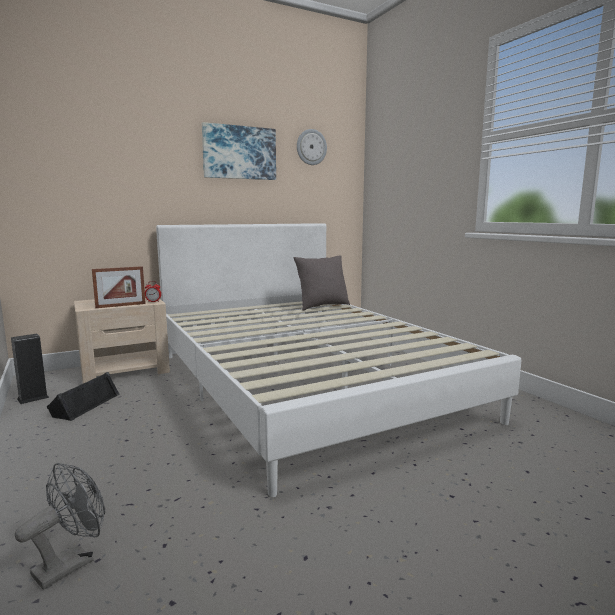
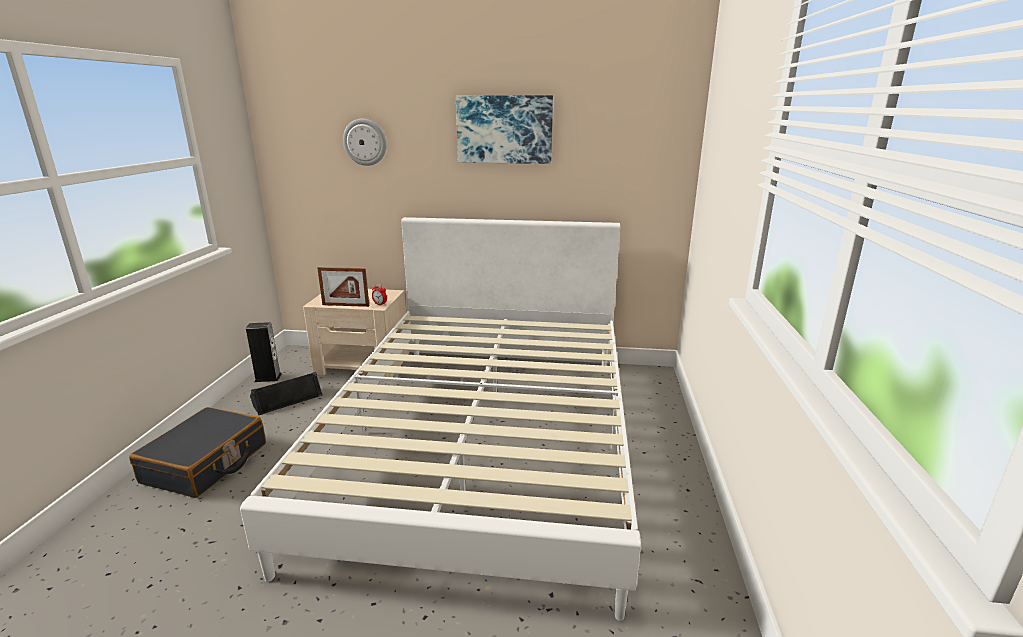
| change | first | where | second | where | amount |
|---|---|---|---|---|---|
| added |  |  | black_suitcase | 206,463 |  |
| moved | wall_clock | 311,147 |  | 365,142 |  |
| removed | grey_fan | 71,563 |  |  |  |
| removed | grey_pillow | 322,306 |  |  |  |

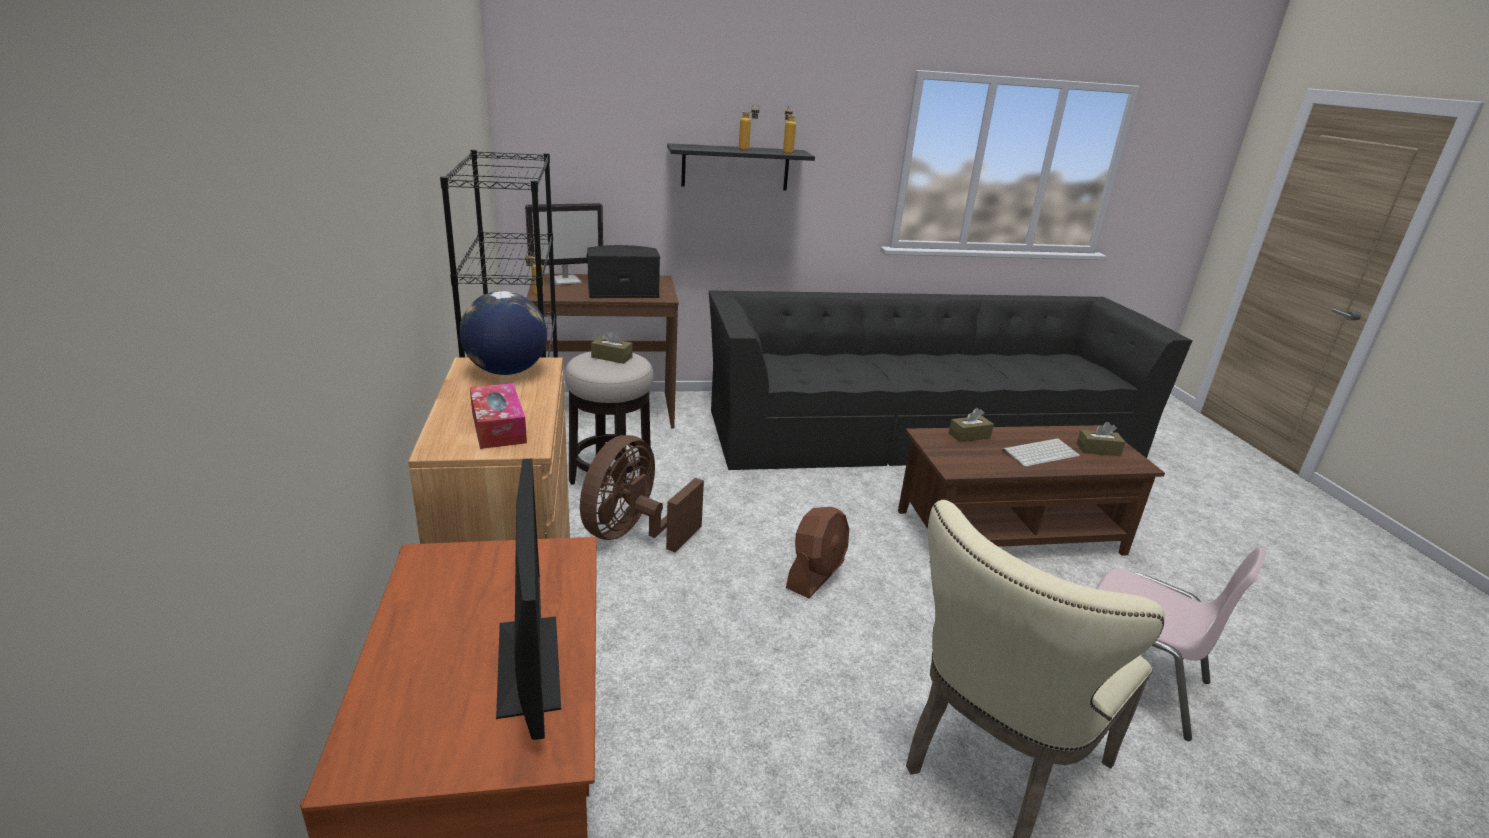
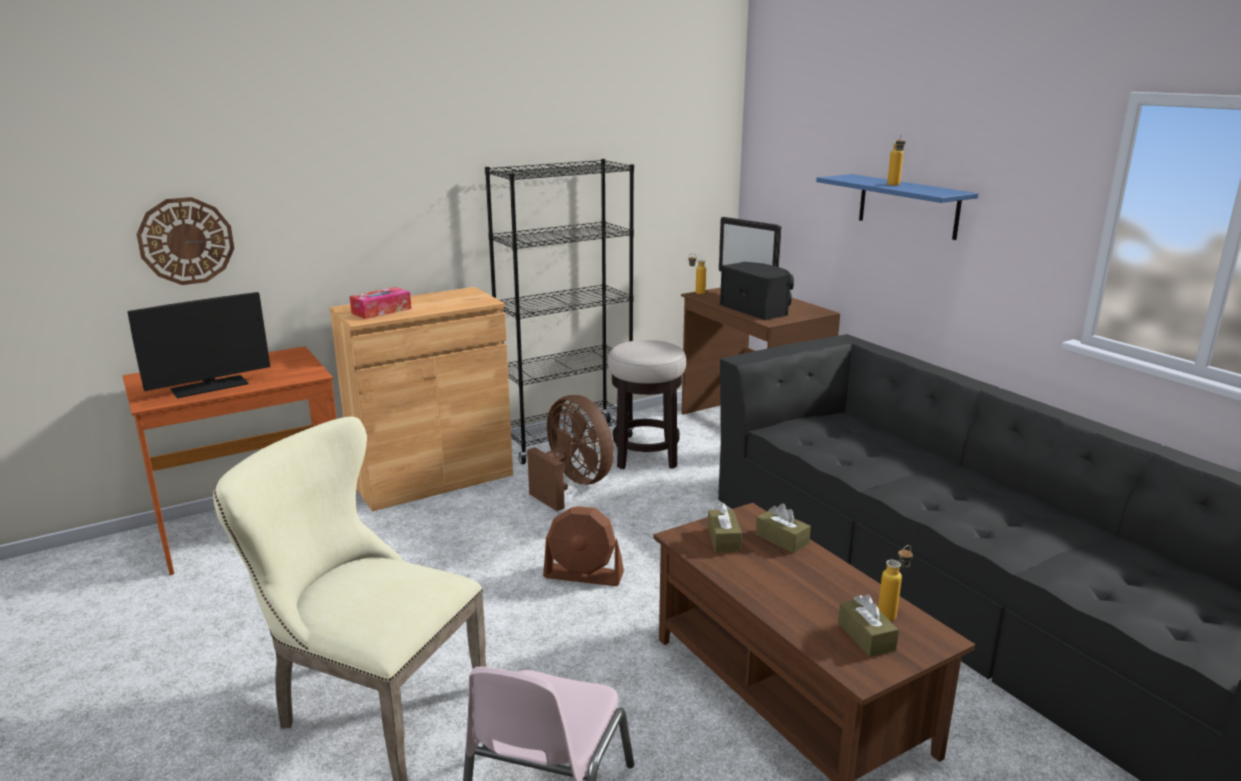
| change | first | where | second | where | amount |
|---|---|---|---|---|---|
| added |  |  | wall_clock | 186,241 |  |
| turned | brown_fan | 633,534 |  | 572,485 | 45 degrees clockwise |
| moved | brown_tissue_box | 612,357 |  | 723,539 |  |
| recoloured | black_shelf | 735,167 | blue_shelf | 908,206 |  |
| moved | bottle | 786,152 |  | 891,614 |  |
| removed | globe | 506,371 |  |  |  |
| removed | keyboard | 1040,452 |  |  |  |

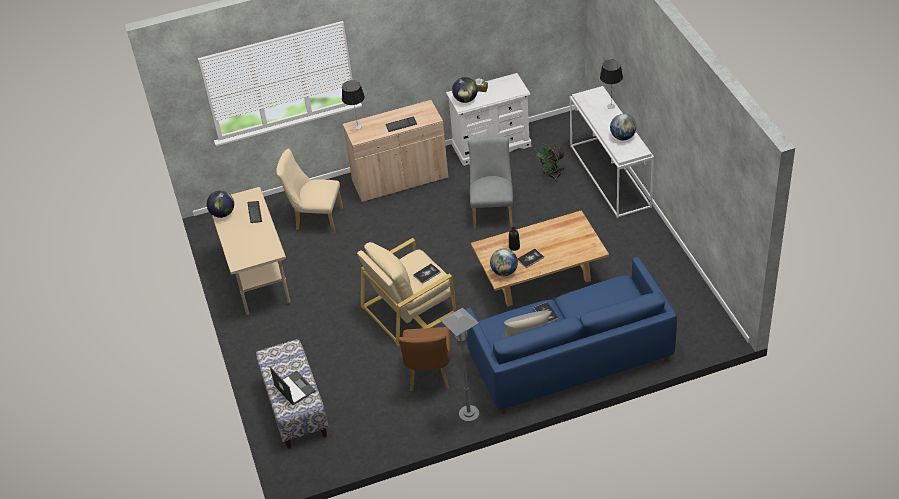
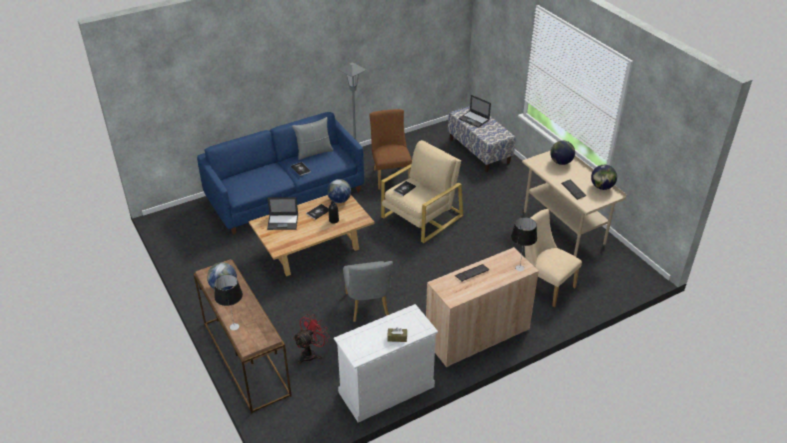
| change | first | where | second | where | amount |
|---|---|---|---|---|---|
| recoloured | white_console_table | 611,176 | brown_console_table | 244,358 |  |
| added |  |  | laptop | 283,222 |  |
| recoloured | green_fan | 551,176 | red_fan | 311,353 |  |
| turned | beige_chair | 315,219 |  | 544,285 | 135 degrees counterclockwise |
| moved | globe | 465,100 |  | 561,162 |  |

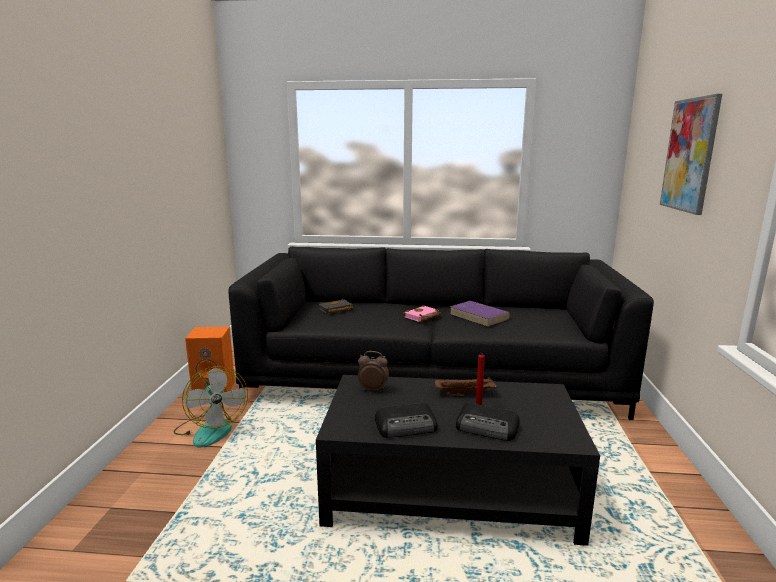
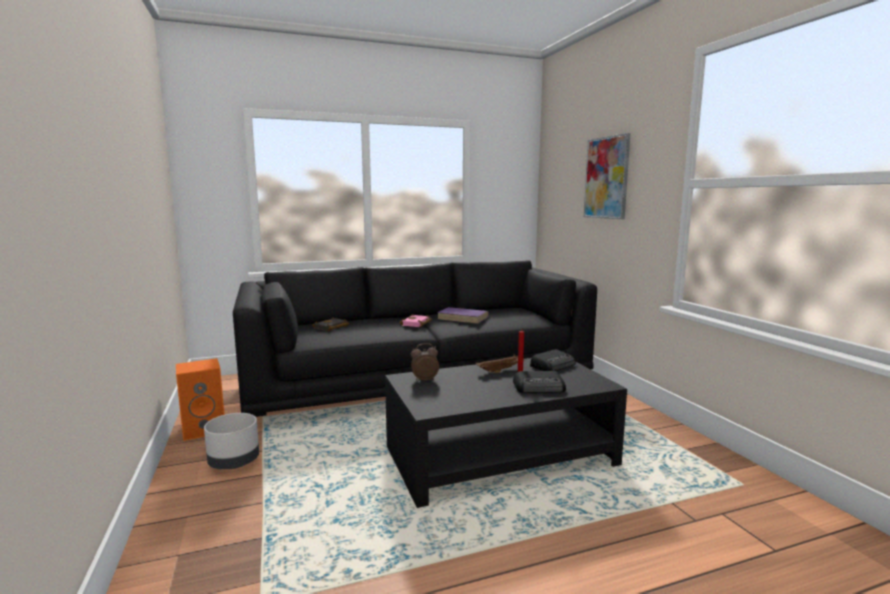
| change | first | where | second | where | amount |
|---|---|---|---|---|---|
| replaced | fan | 211,429 | grey_planter | 234,463 |  |
| moved | radio | 407,426 |  | 553,365 |  |

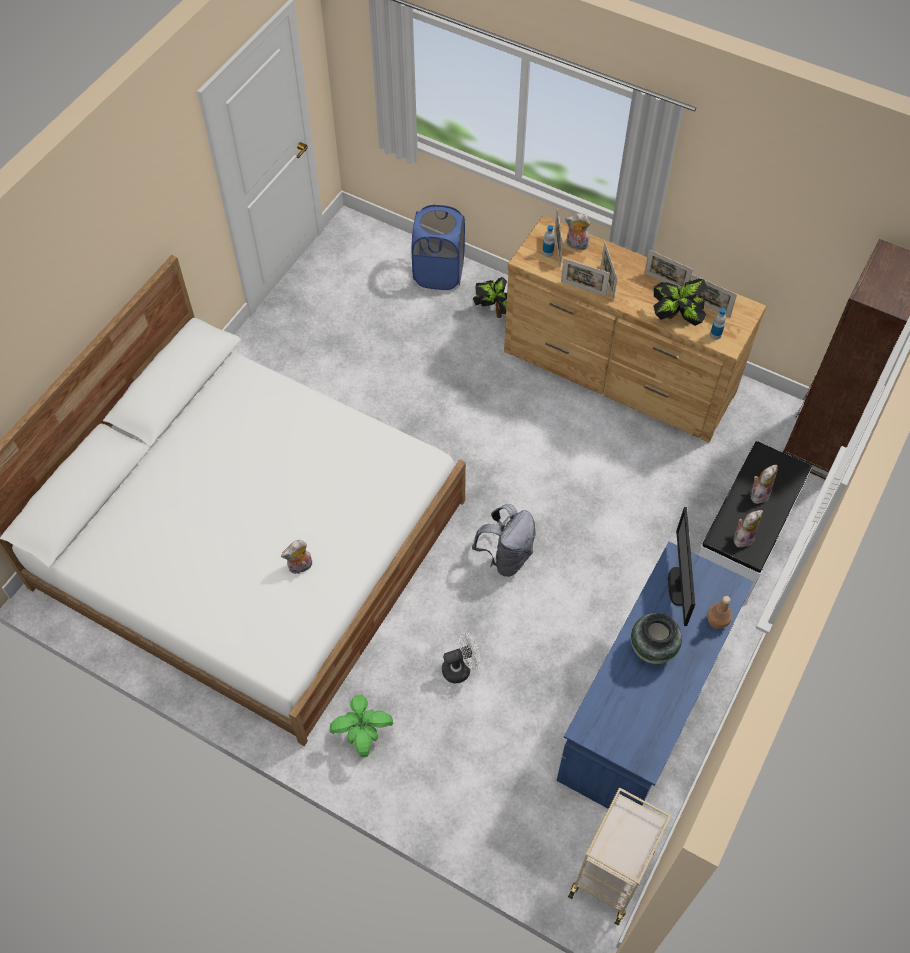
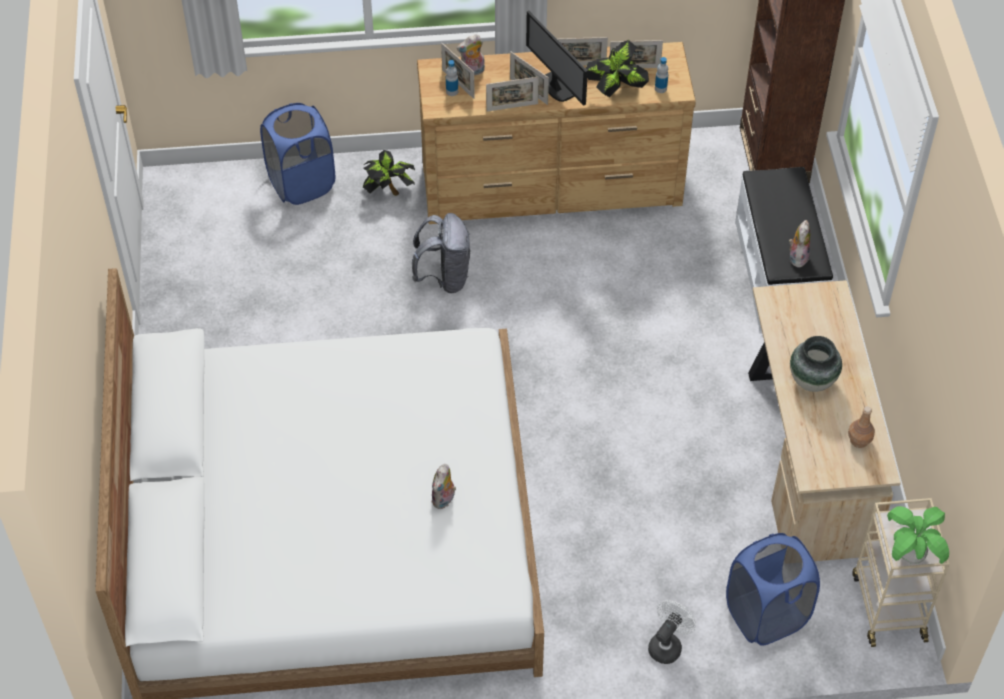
| change | first | where | second | where | amount |
|---|---|---|---|---|---|
| moved | grey_backpack | 506,557 |  | 444,277 |  |
| moved | monitor | 678,586 |  | 555,88 |  |
| moved | white_fan | 460,668 |  | 667,645 |  |
| added |  |  | blue_laundry_basket | 766,615 |  |
| recoloured | blue_desk | 645,705 | beige_desk | 807,457 |  |
| moved | brown_bottle | 717,621 |  | 859,440 |  |
| moved | potted_plant | 363,737 |  | 911,556 |  |
| removed | plush_toy | 759,493 |  |  |  |

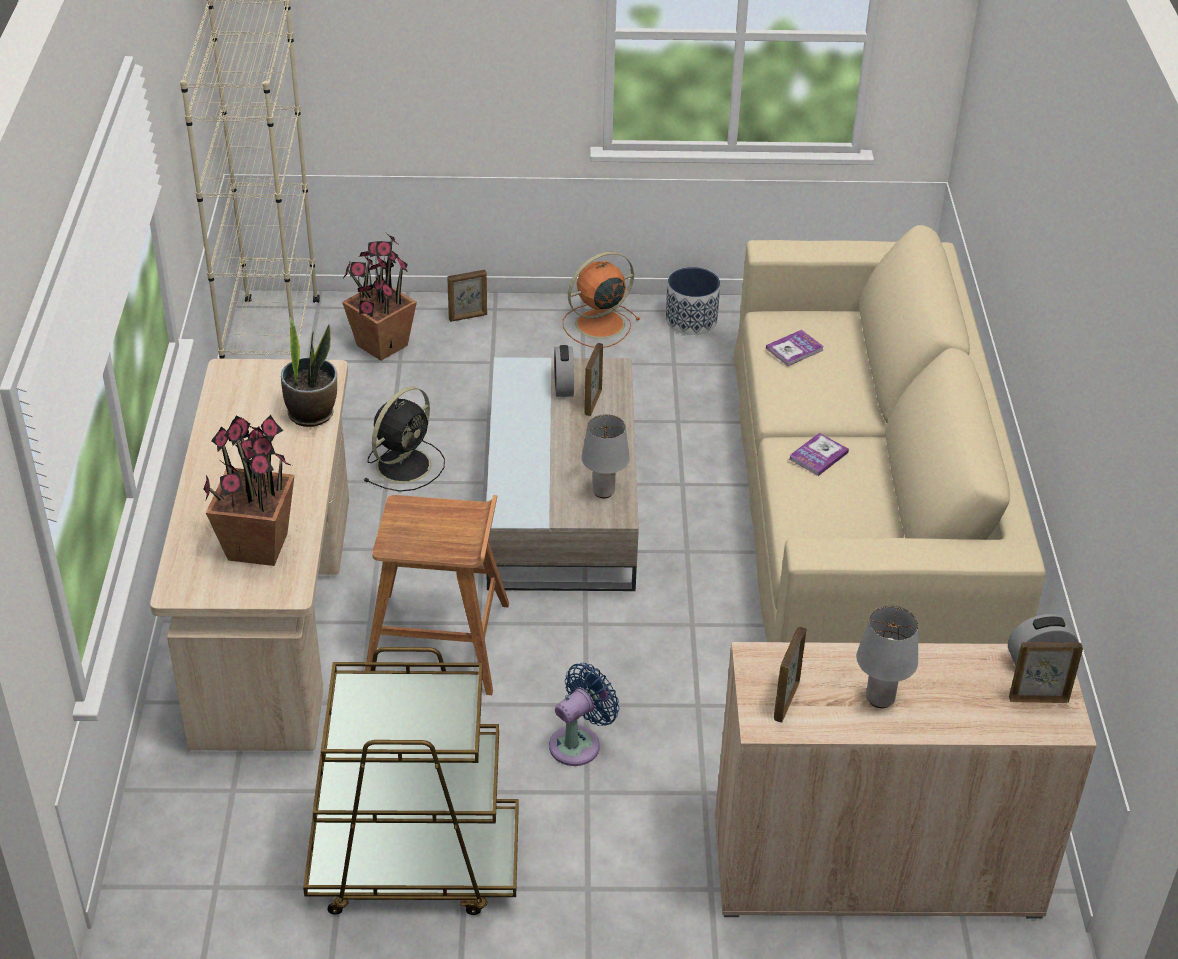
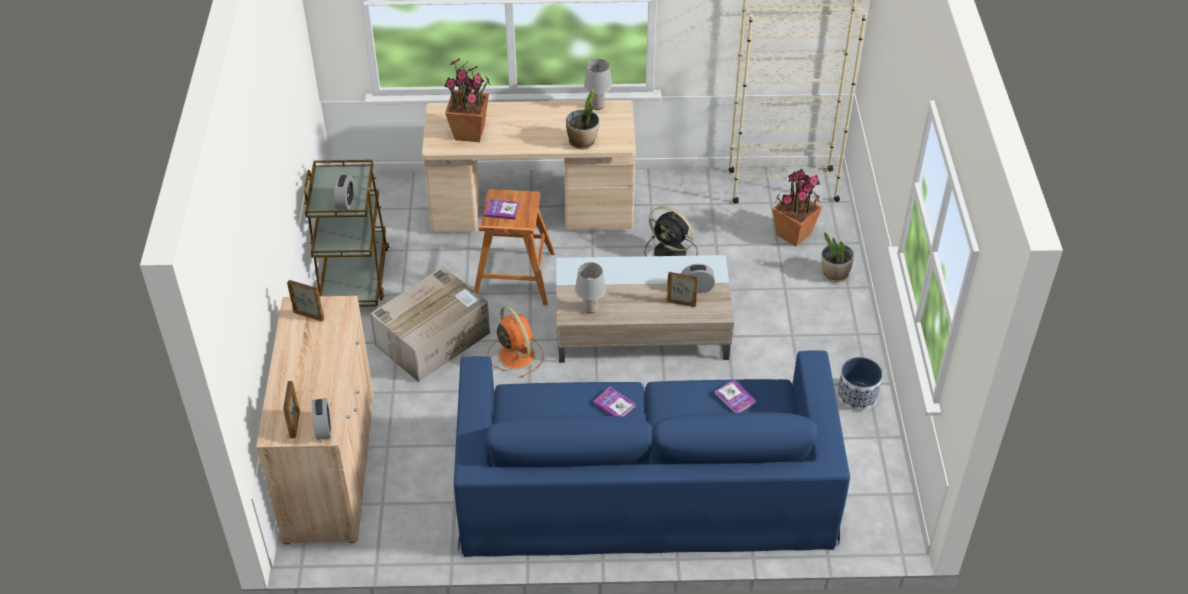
| change | first | where | second | where | amount |
|---|---|---|---|---|---|
| added |  |  | alarm_clock | 345,202 |  |
| replaced | blue_fan | 579,743 | cardboard_box | 433,338 |  |
| recoloured | beige_sofa | 862,510 | blue_sofa | 645,485 |  |
| added |  |  | book | 501,210 |  |
| moved | orange_fan | 598,325 |  | 515,354 |  |
| moved | grey_table_lamp | 879,698 |  | 597,106 |  |
| replaced | picture_frame | 468,317 | potted_plant | 834,274 |  |

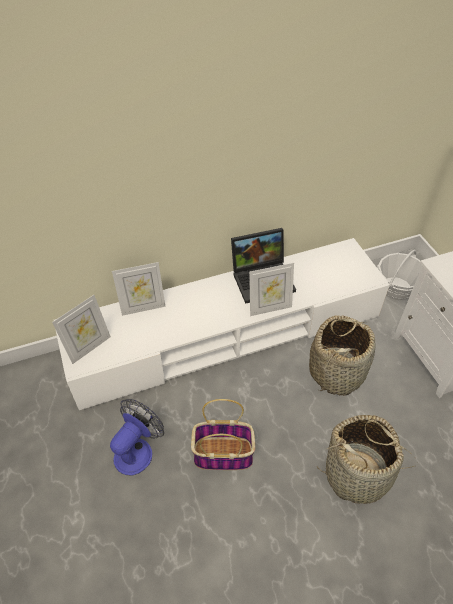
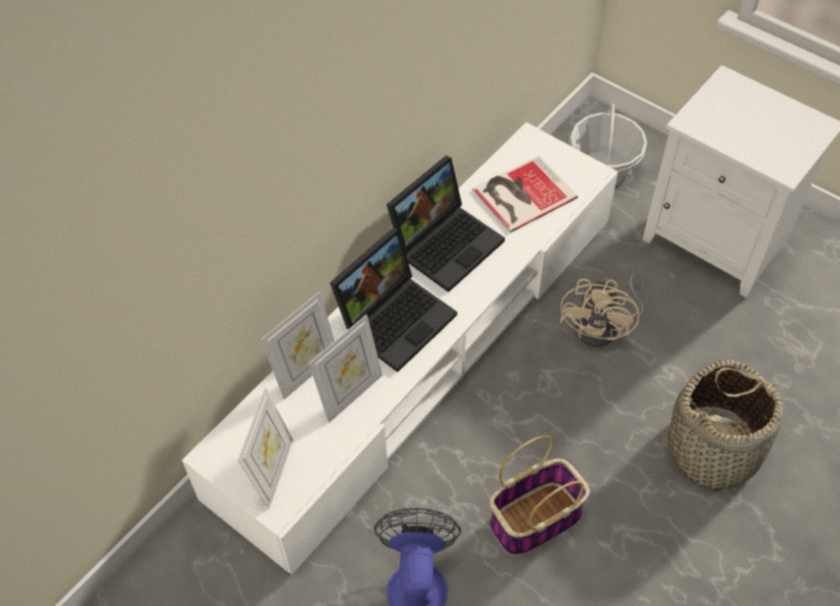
| change | first | where | second | where | amount |
|---|---|---|---|---|---|
| moved | picture_frame | 269,308 |  | 350,394 |  |
| added |  |  | laptop | 396,317 |  |
| added |  |  | book | 521,193 |  |
| replaced | basket | 337,371 | beige_fan | 603,327 |  |

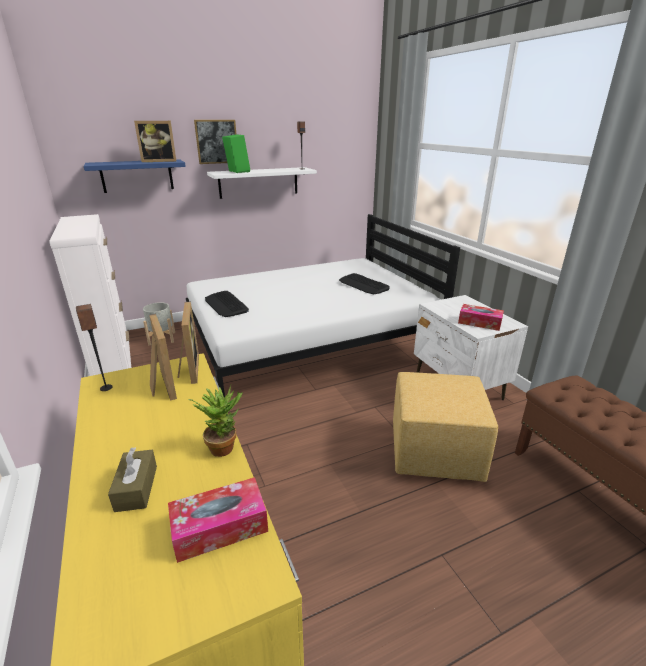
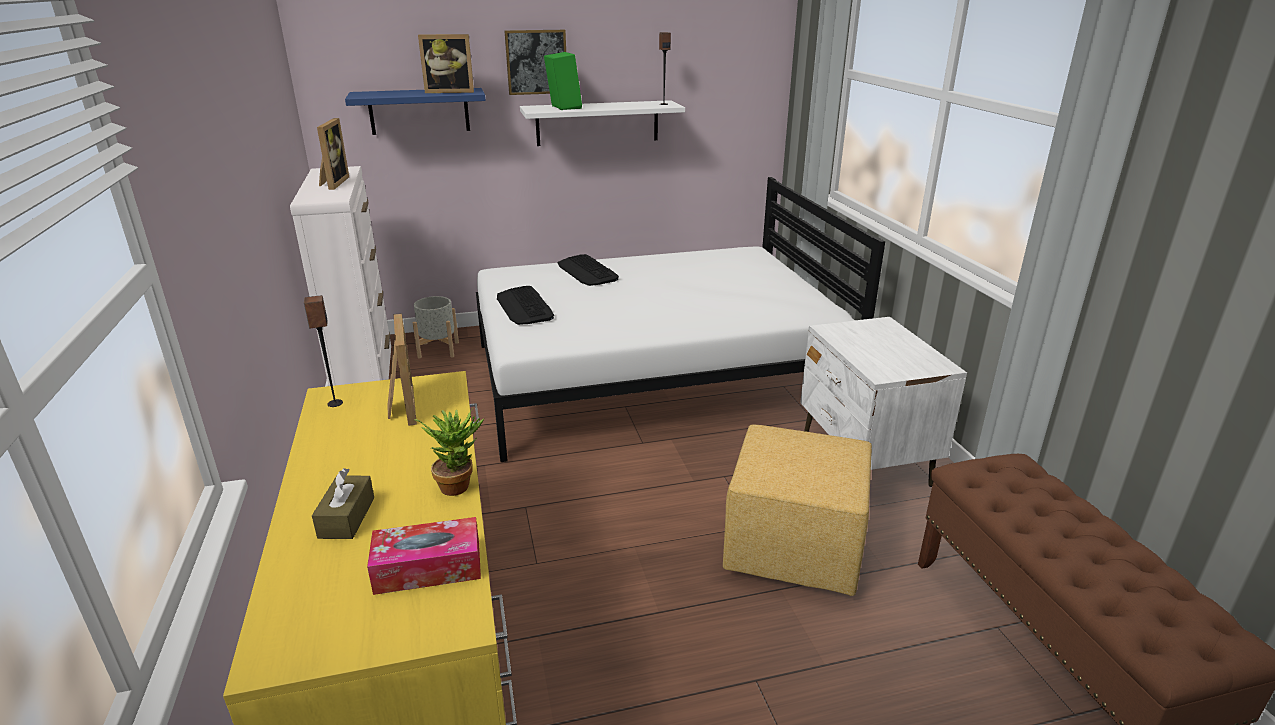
| change | first | where | second | where | amount |
|---|---|---|---|---|---|
| moved | picture_frame | 188,369 |  | 332,183 |  |
| moved | keyboard | 363,285 |  | 587,271 |  |
| removed | tissue_box | 479,323 |  |  |  |

